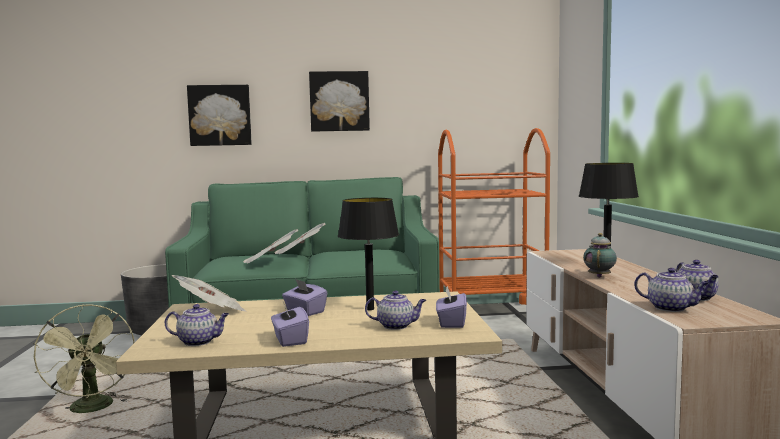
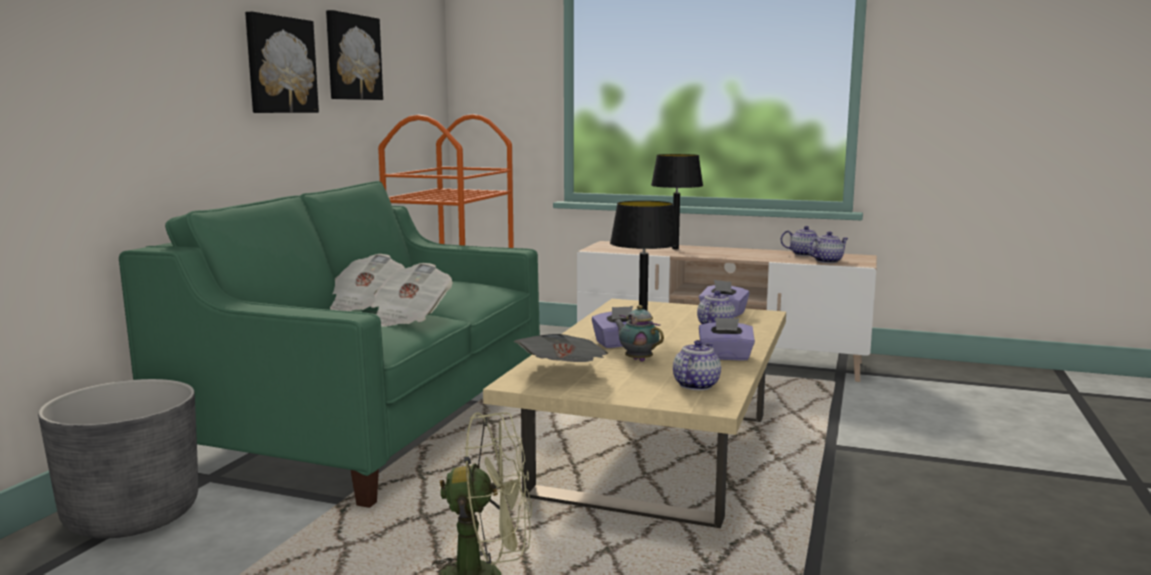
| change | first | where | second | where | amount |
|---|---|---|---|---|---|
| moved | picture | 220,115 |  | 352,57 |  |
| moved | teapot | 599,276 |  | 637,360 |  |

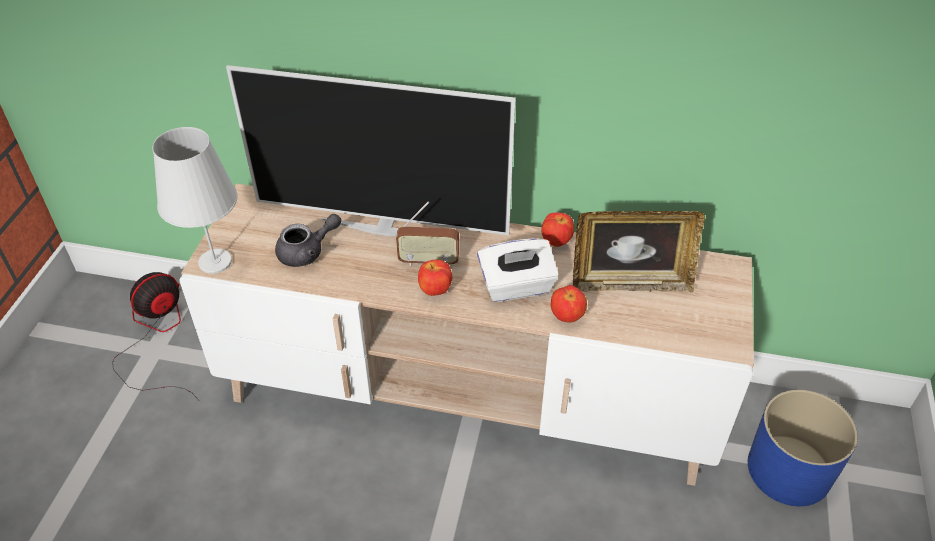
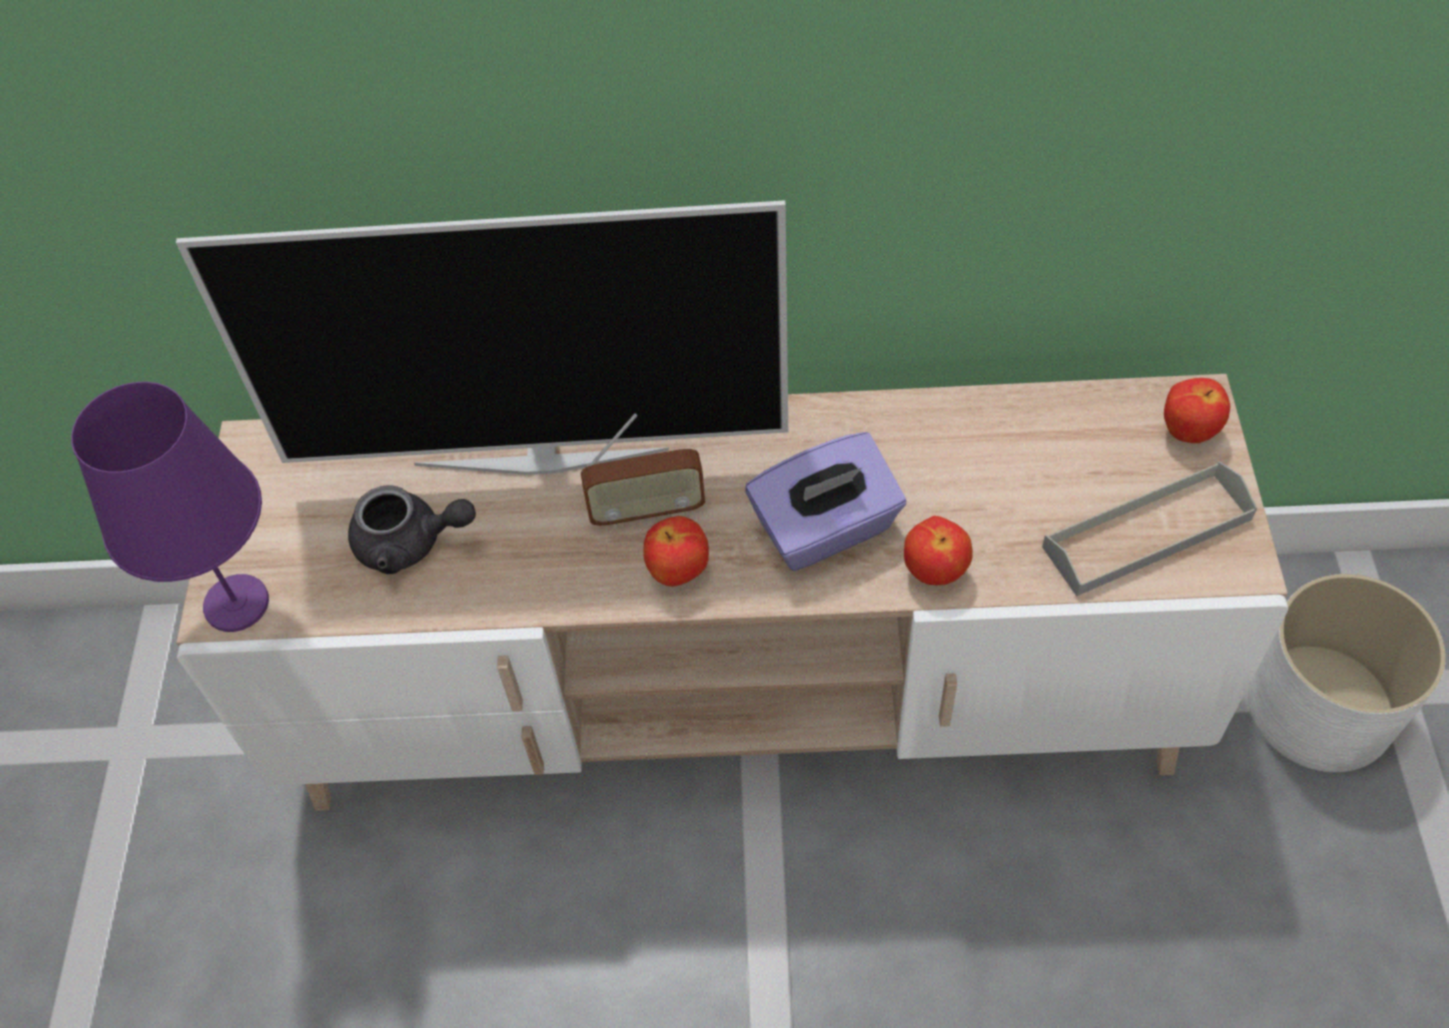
| change | first | where | second | where | amount |
|---|---|---|---|---|---|
| recoloured | white_table_lamp | 215,262 | purple_table_lamp | 236,605 |  |
| turned | grey_teapot | 307,252 |  | 410,543 | 45 degrees clockwise |
| recoloured | white_tissue_box | 516,287 | purple_tissue_box | 826,529 |  |
| added |  |  | grey_tray | 1147,533 |  |
| moved | apple | 556,242 |  | 1189,431 |  |
| recoloured | blue_planter | 789,470 | white_planter | 1321,707 |  |
| removed | fan | 157,338 |  |  |  |
| removed | picture_frame | 630,283 |  |  |  |

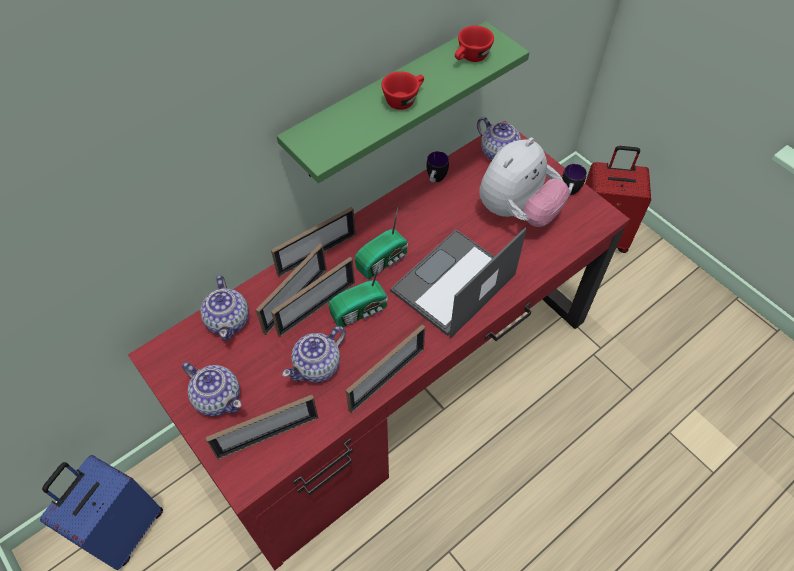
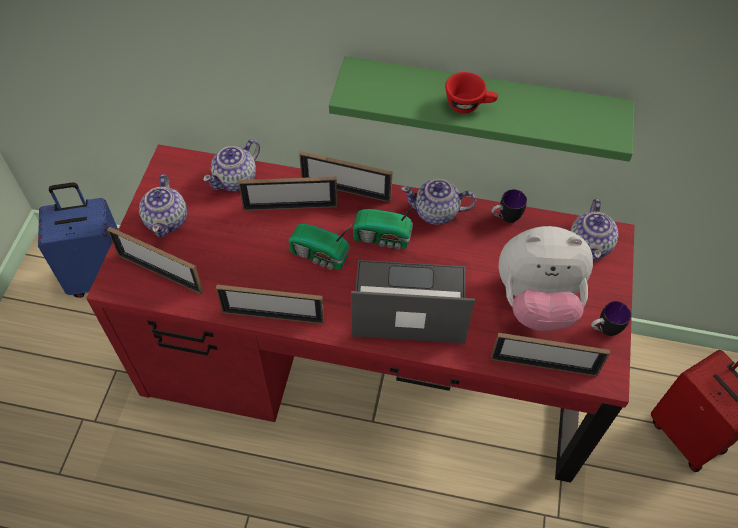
| change | first | where | second | where | amount |
|---|---|---|---|---|---|
| moved | teapot | 318,366 |  | 437,212 |  |
| moved | picture_frame | 317,308 |  | 543,366 |  |
| removed | red_cup | 471,58 |  |  |  |

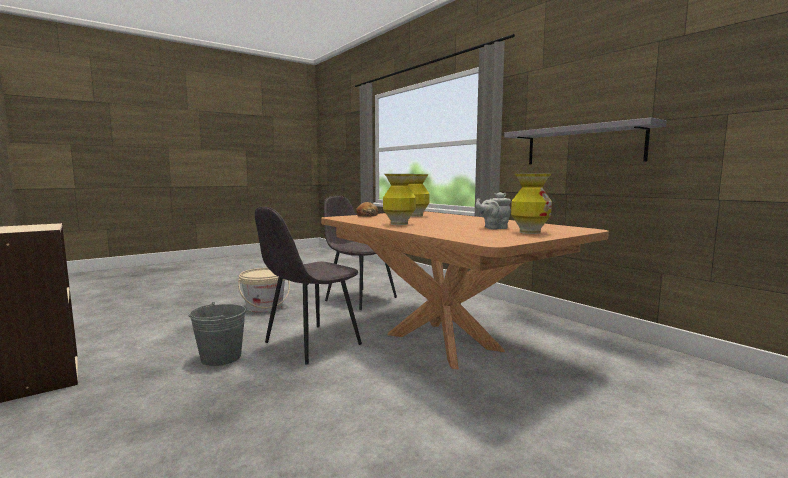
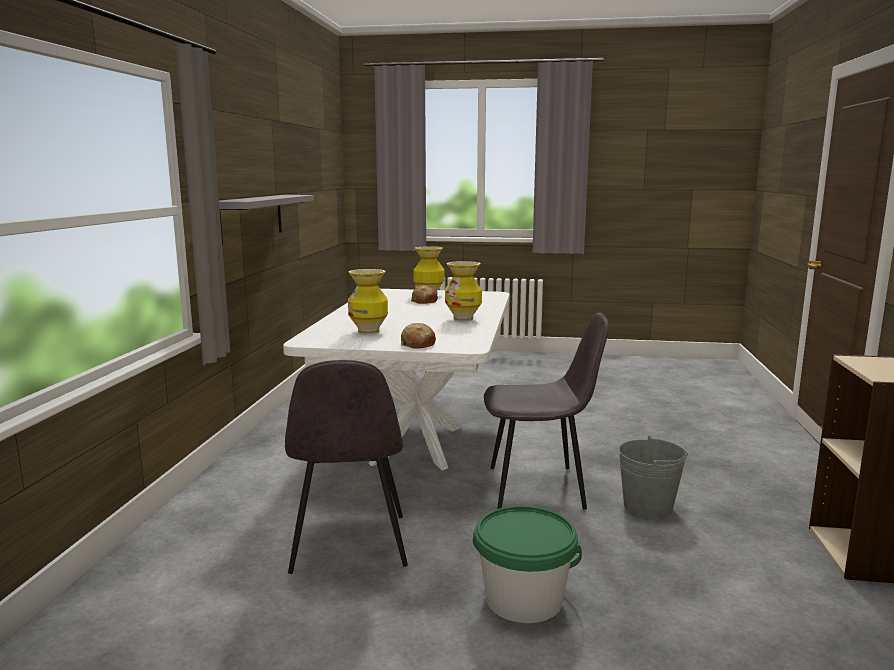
| change | first | where | second | where | amount |
|---|---|---|---|---|---|
| recoloured | brown_dining_table | 443,341 | white_dining_table | 417,444 |  |
| replaced | grey_teapot | 494,228 | bread | 424,301 |  |
| recoloured | beige_bucket | 264,307 | green_bucket | 523,599 |  |

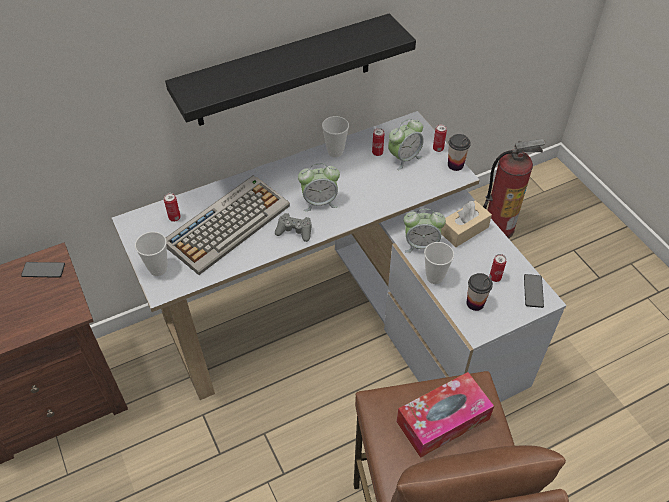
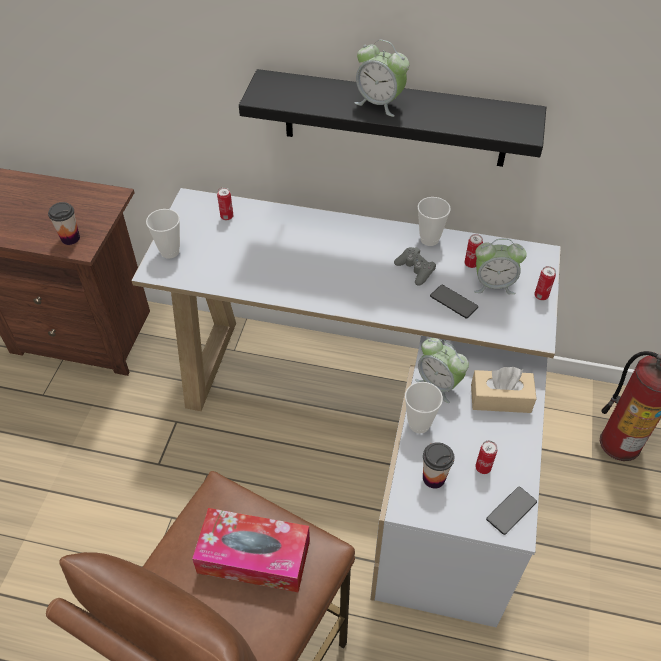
| change | first | where | second | where | amount |
|---|---|---|---|---|---|
| moved | cup | 455,165 |  | 70,238 |  |
| moved | alarm_clock | 319,202 |  | 379,103 |  |
| moved | grey_game_controller | 294,231 |  | 415,270 |  |
| moved | phone | 43,270 |  | 453,302 |  |
| removed | keyboard | 228,224 |  |  |  |

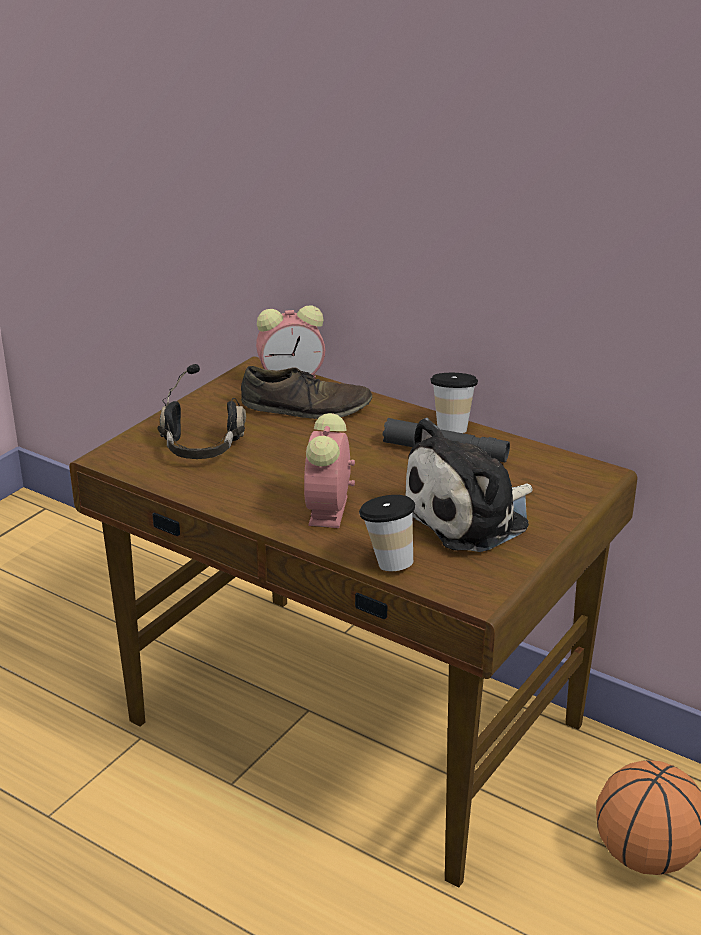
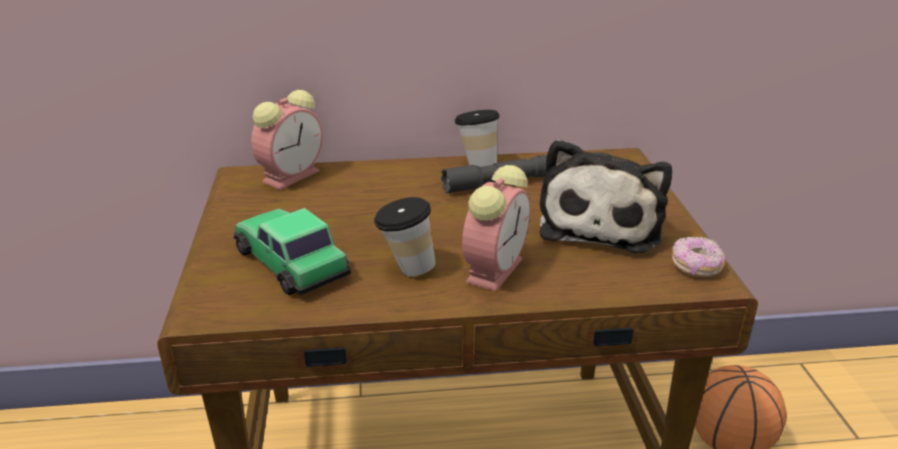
| change | first | where | second | where | amount |
|---|---|---|---|---|---|
| replaced | black_headphones | 202,447 | toy_car | 290,262 |  |
| moved | cup | 387,561 |  | 406,268 |  |
| turned | alarm_clock | 328,512 |  | 495,268 | 120 degrees counterclockwise |
| added |  |  | donut | 695,267 |  |
| removed | brown_shoe | 306,407 |  |  |  |

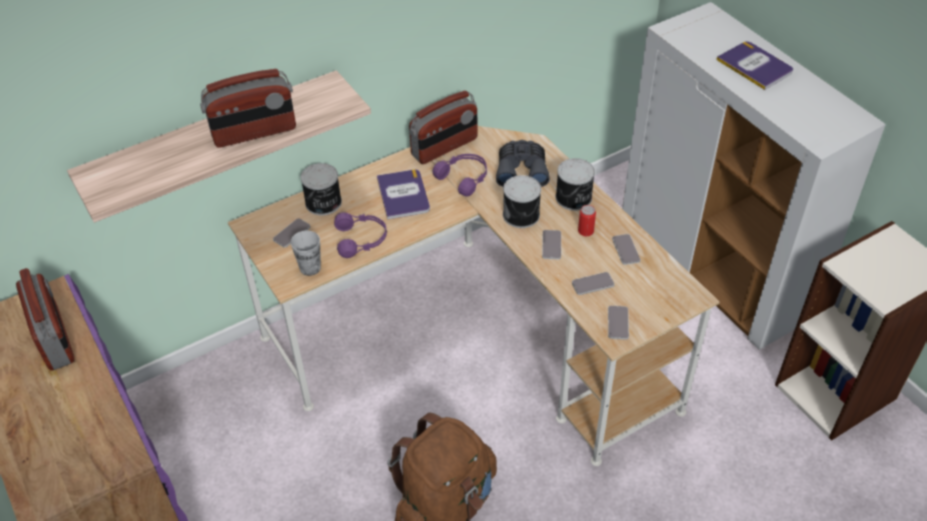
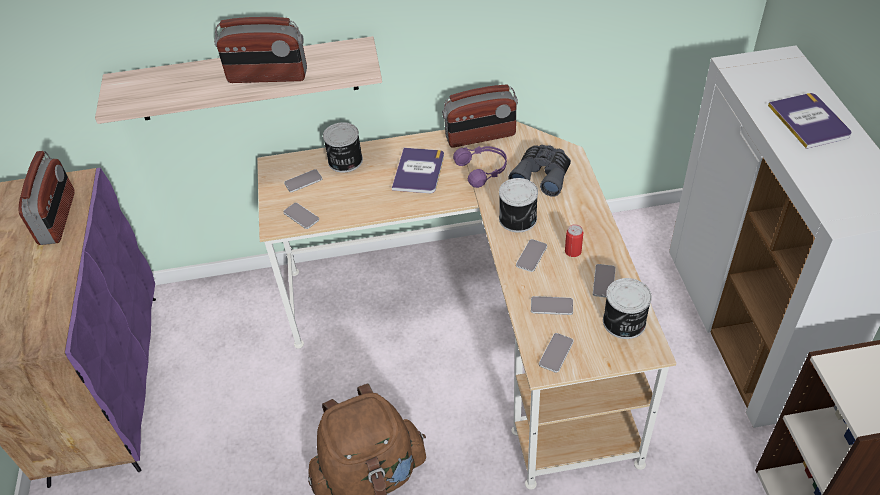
| change | first | where | second | where | amount |
|---|---|---|---|---|---|
| replaced | cup | 310,267 | phone | 301,216 |  |
| moved | can | 574,198 |  | 624,322 |  |
| removed | purple_headphones | 361,239 |  |  |  |

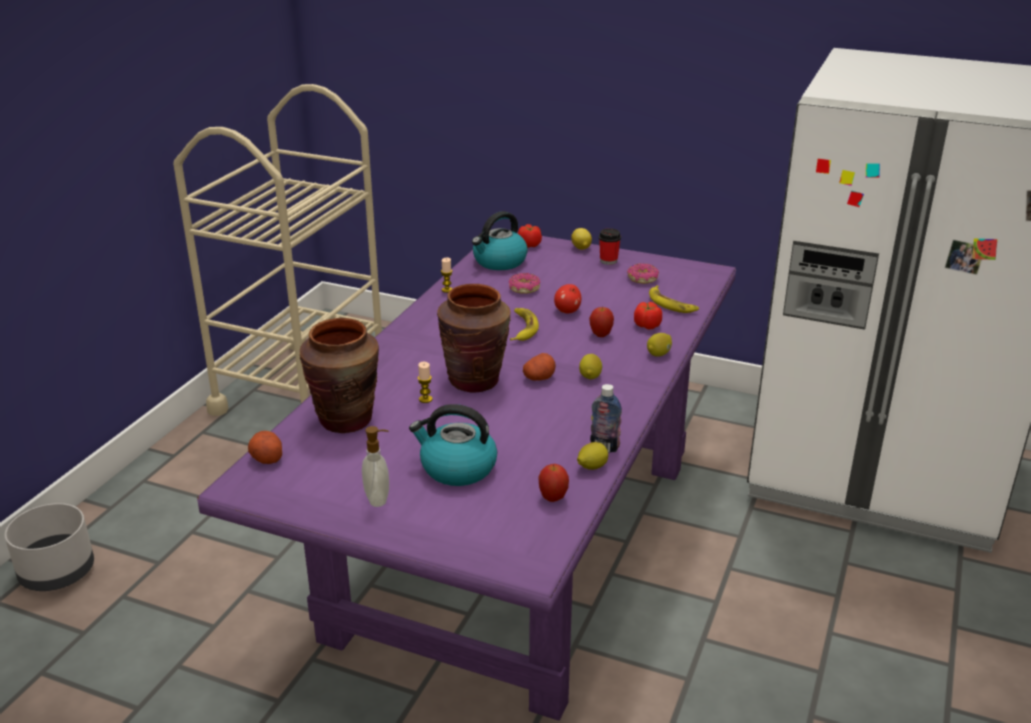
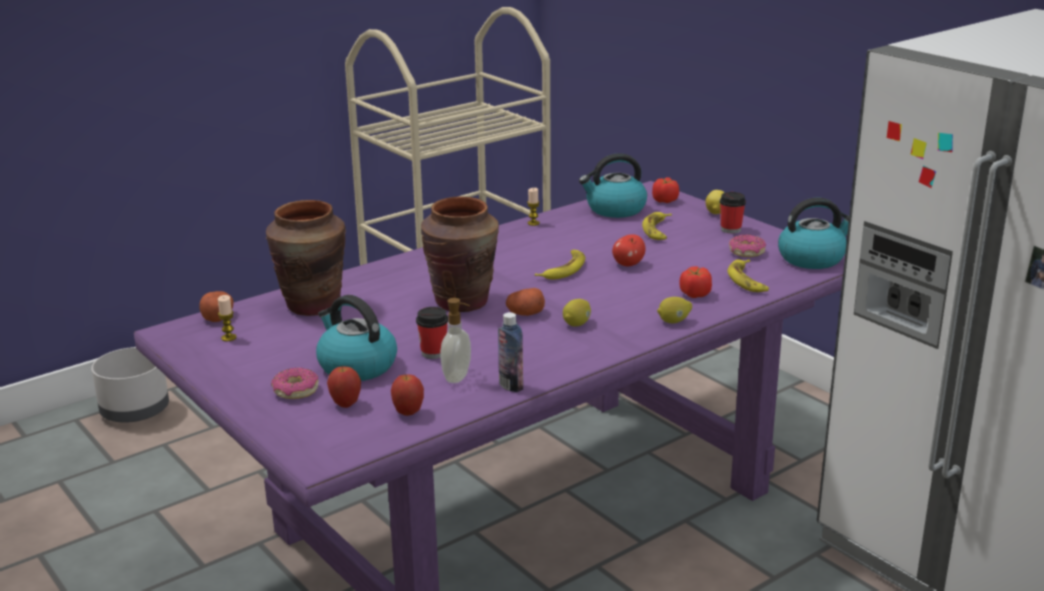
| change | first | where | second | where | amount |
|---|---|---|---|---|---|
| moved | candle | 425,399 |  | 229,338 |  |
| moved | donut | 524,289 |  | 295,391 |  |
| moved | apple | 601,335 |  | 345,404 |  |
| added |  |  | cup | 433,353 |  |
| moved | soap_dispenser | 378,499 |  | 458,377 |  |
| added |  |  | banana | 658,230 |  |
| added |  |  | kettle | 812,258 |  |
| removed | lemon | 592,467 |  |  |  |

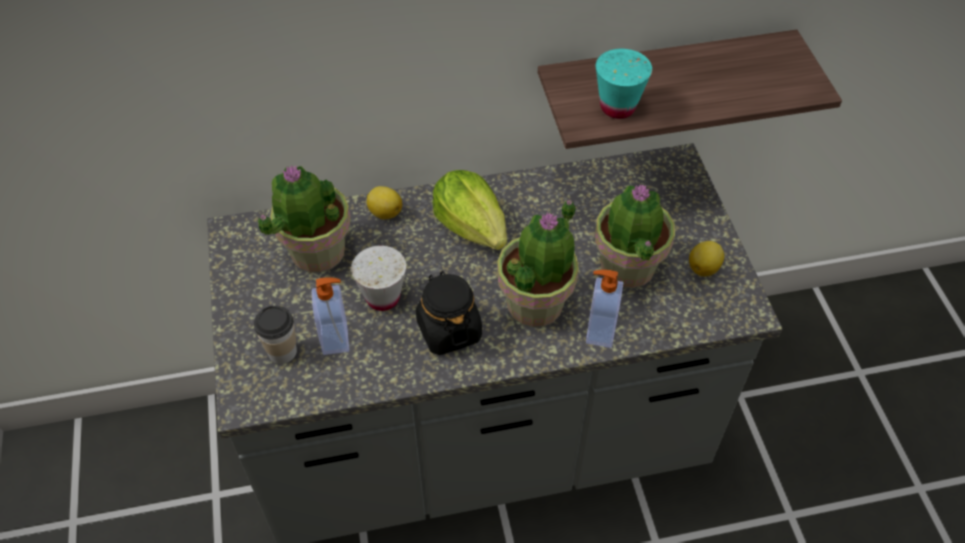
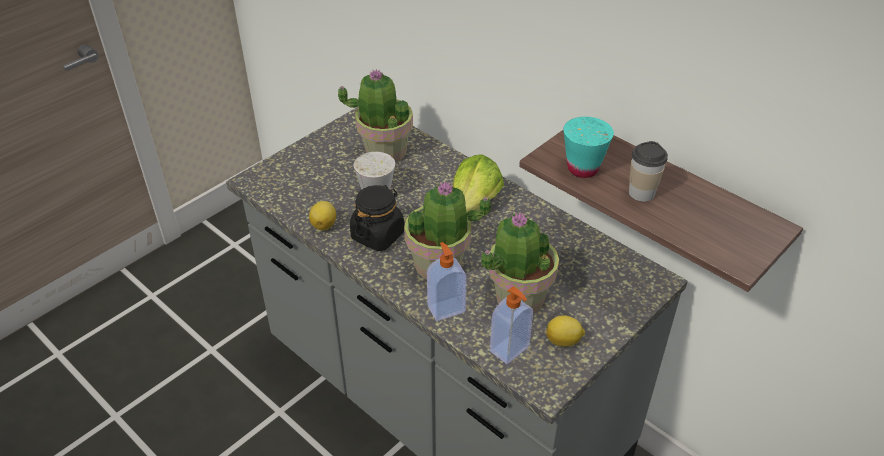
| change | first | where | second | where | amount |
|---|---|---|---|---|---|
| moved | lemon | 384,212 |  | 324,225 |  |
| moved | soap_dispenser | 336,338 |  | 510,350 |  |
| moved | cup | 282,352 |  | 641,193 |  |

